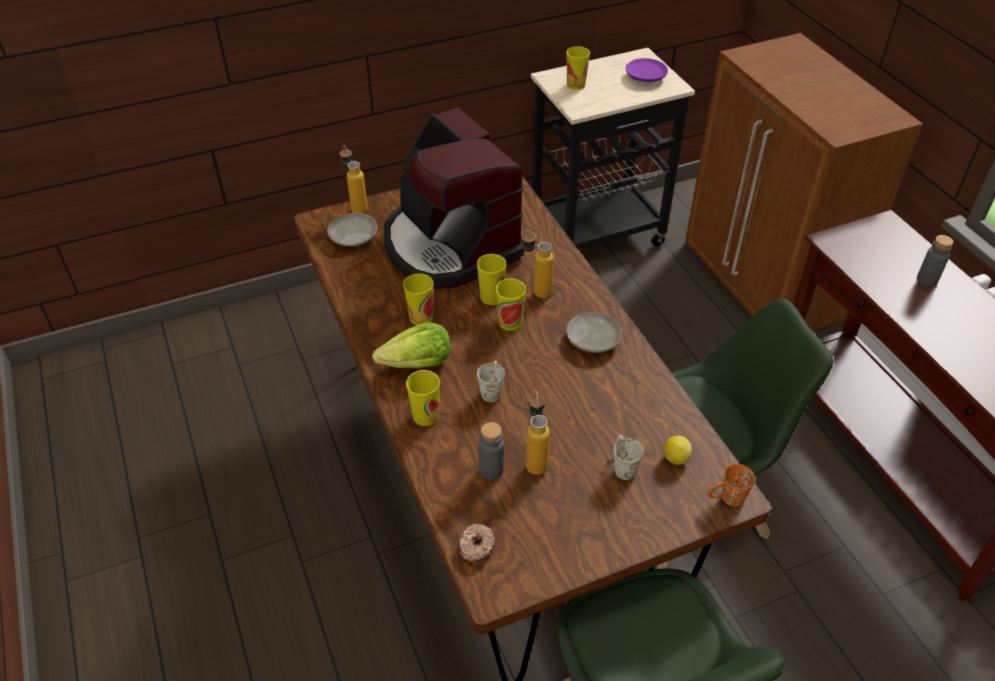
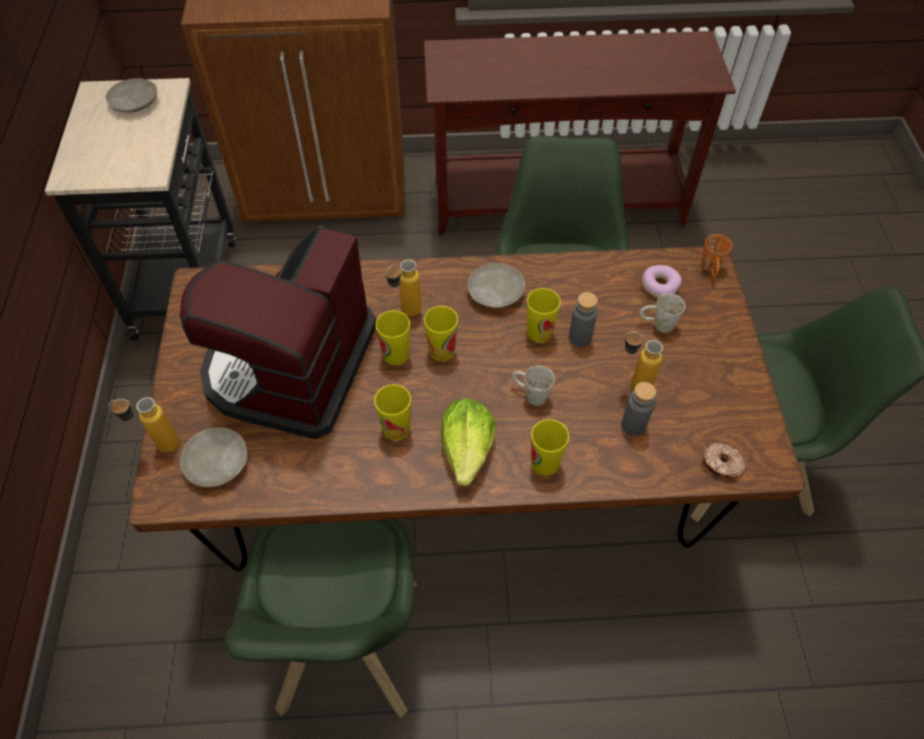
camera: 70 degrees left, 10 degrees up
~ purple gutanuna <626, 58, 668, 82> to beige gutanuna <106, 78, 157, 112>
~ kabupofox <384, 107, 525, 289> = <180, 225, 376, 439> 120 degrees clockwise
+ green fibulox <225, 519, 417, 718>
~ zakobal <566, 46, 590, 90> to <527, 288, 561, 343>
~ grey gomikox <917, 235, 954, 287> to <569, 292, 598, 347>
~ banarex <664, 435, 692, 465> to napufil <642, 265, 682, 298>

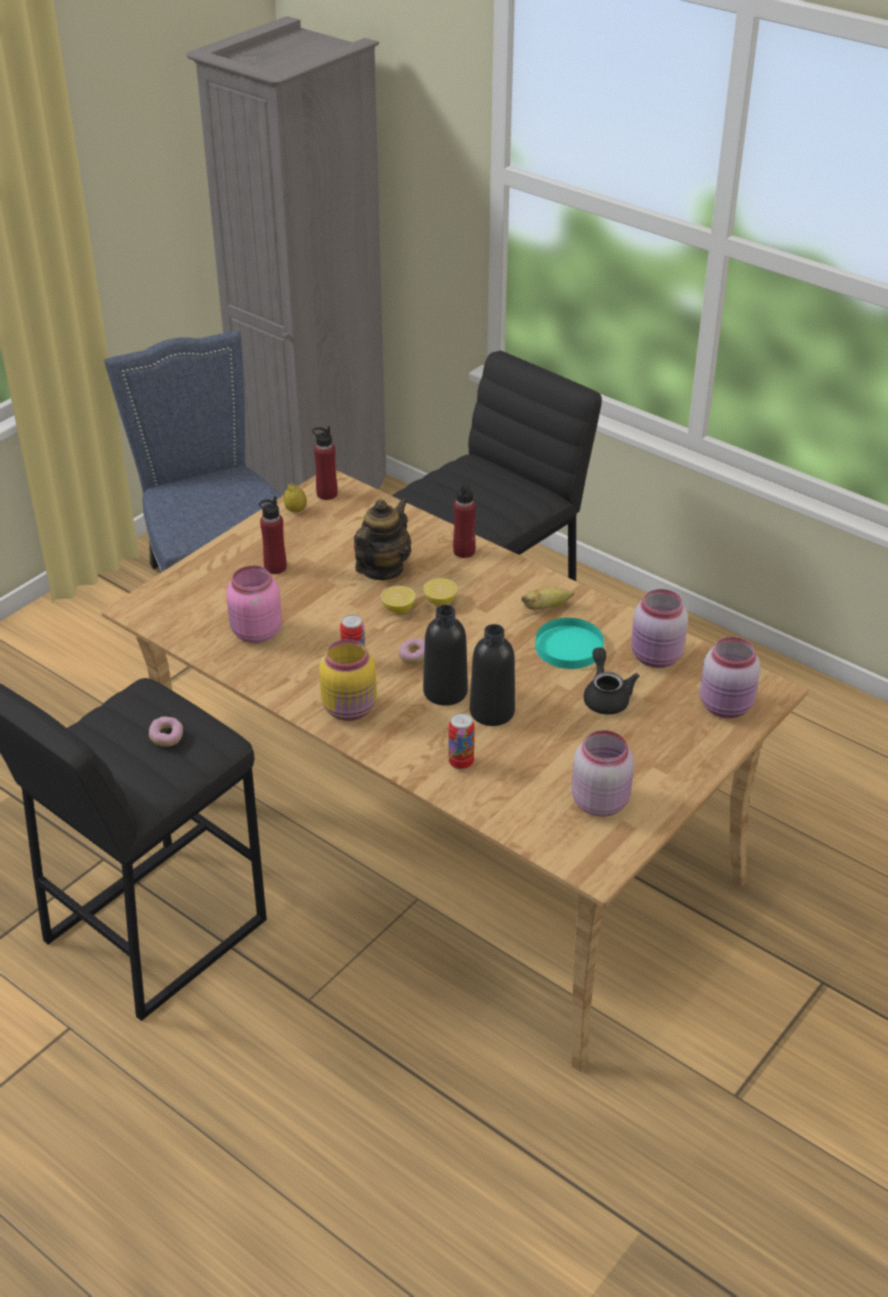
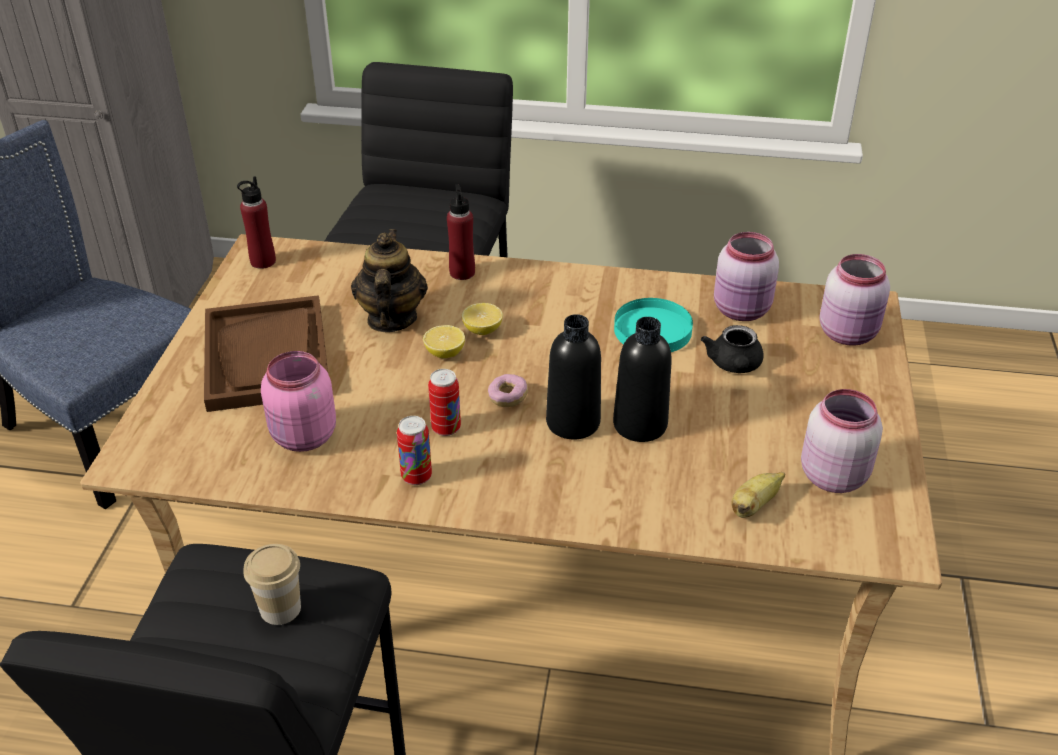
camera: 30 degrees left, 0 degrees up
~ red gomikox <259, 496, 287, 574> to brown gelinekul <204, 295, 328, 412>
~ napufil <149, 716, 183, 747> to zakobal <243, 544, 301, 625>
~ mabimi <449, 713, 475, 770> to <397, 416, 432, 485>
~ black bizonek <584, 648, 639, 715> = <701, 325, 764, 373> 135 degrees counterclockwise
~ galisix <521, 588, 574, 610> to <732, 472, 785, 518>
- banarex <284, 483, 307, 512>
- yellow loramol <319, 639, 377, 721>

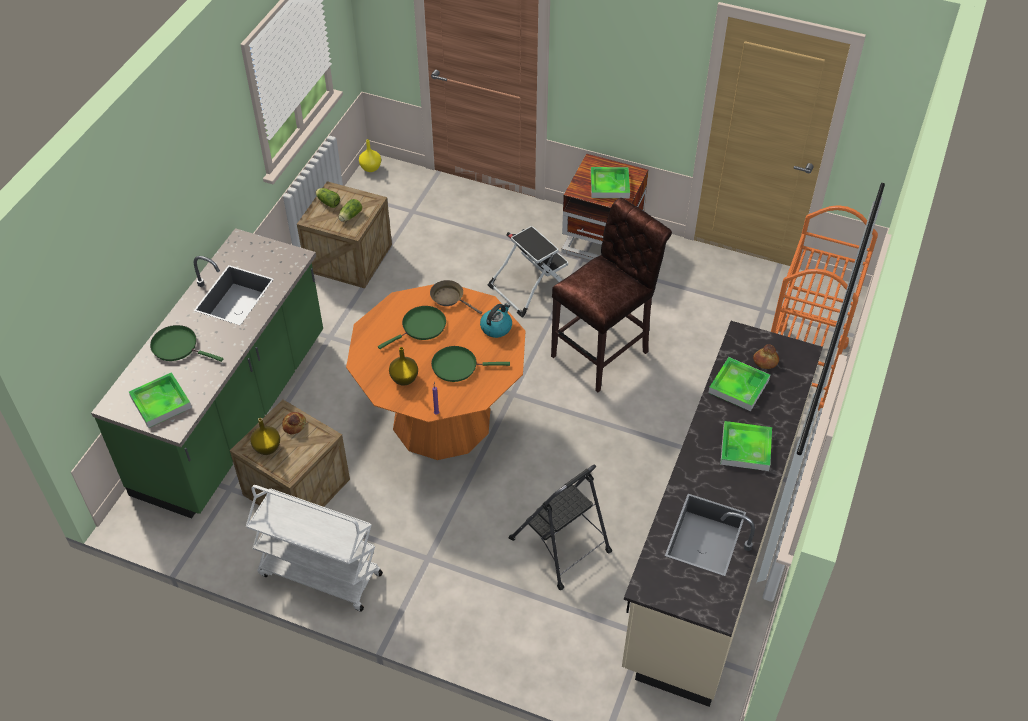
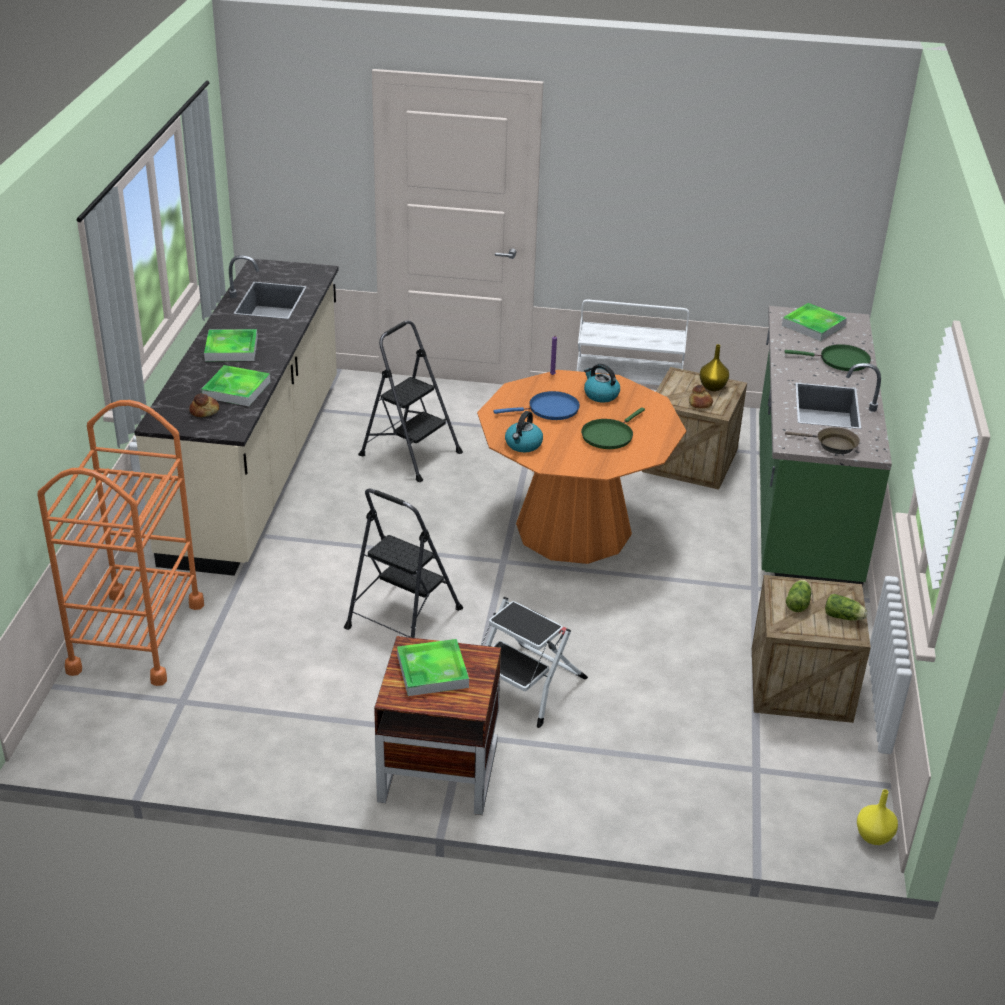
camera: 165 degrees right, 15 degrees down
~ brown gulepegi <551, 198, 672, 392> to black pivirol <344, 489, 463, 638>
~ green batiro <431, 346, 510, 382> to blue batiro <494, 391, 580, 420>
~ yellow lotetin <389, 347, 418, 386> to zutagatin <584, 364, 620, 403>
~ brown batiro <430, 280, 482, 314> to <785, 427, 860, 454>

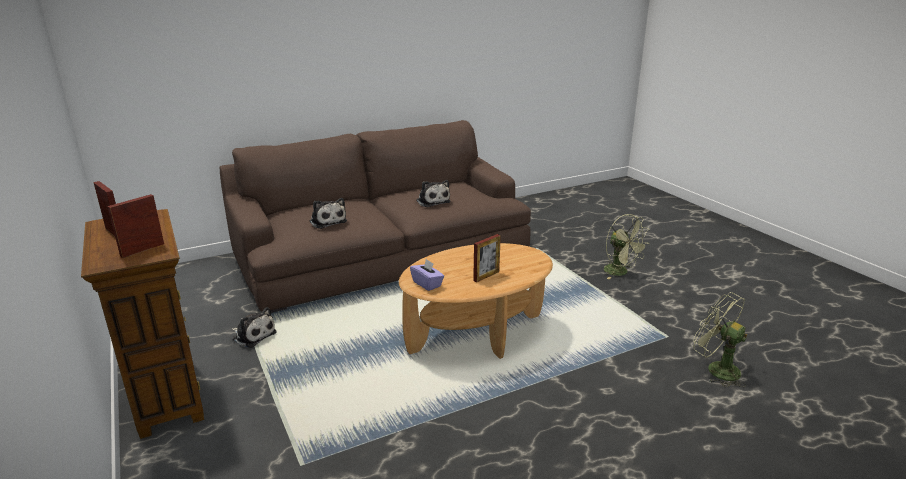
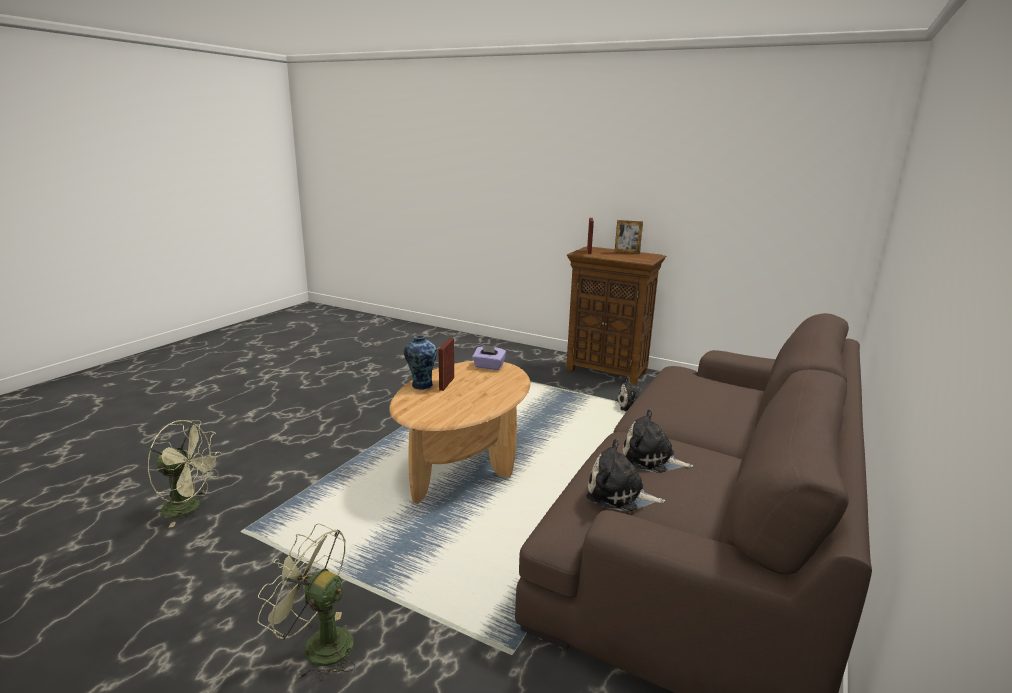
camera: 145 degrees right, 5 degrees down
+ lotetin <404, 335, 437, 390>
~ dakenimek <310, 198, 347, 229> to <586, 439, 665, 512>

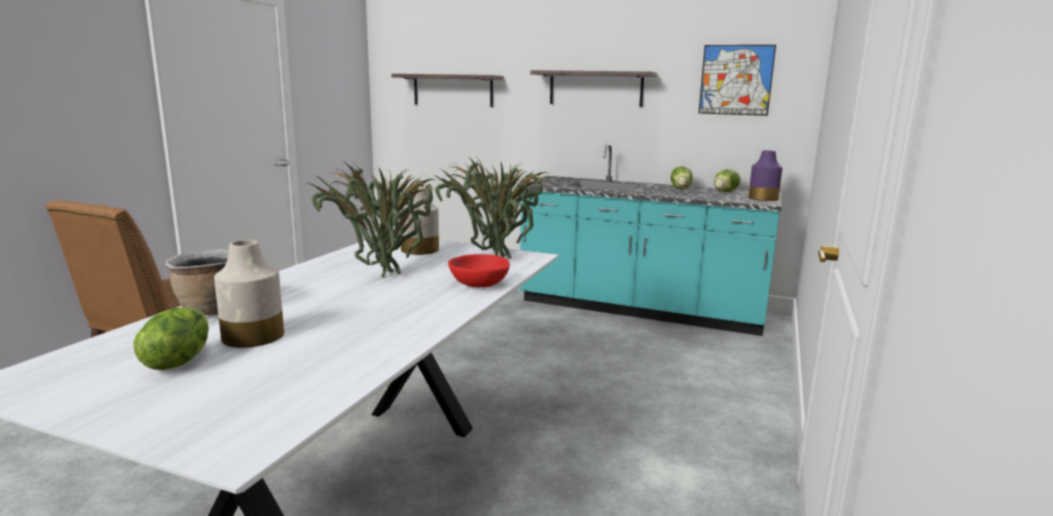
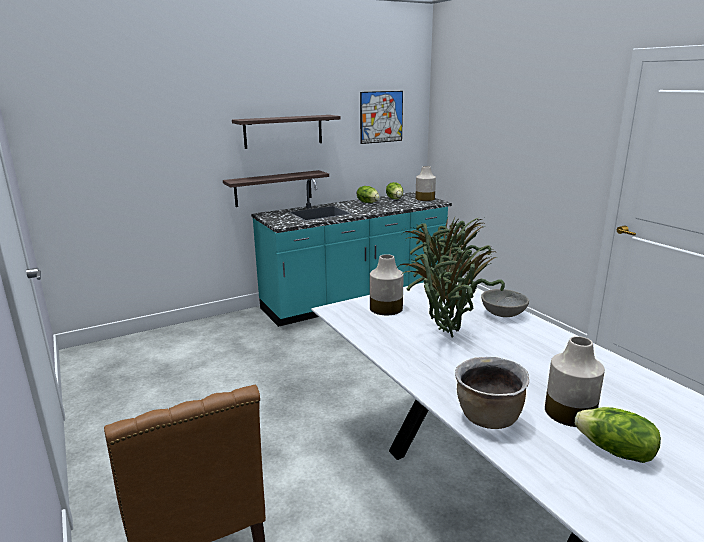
camera: 50 degrees left, 5 degrees up
~ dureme <391, 74, 503, 107> to <223, 170, 329, 207>
~ purple lotetin <748, 150, 782, 201> to beige lotetin <415, 166, 436, 201>
~ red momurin <448, 254, 510, 287> to grey momurin <481, 289, 529, 317>

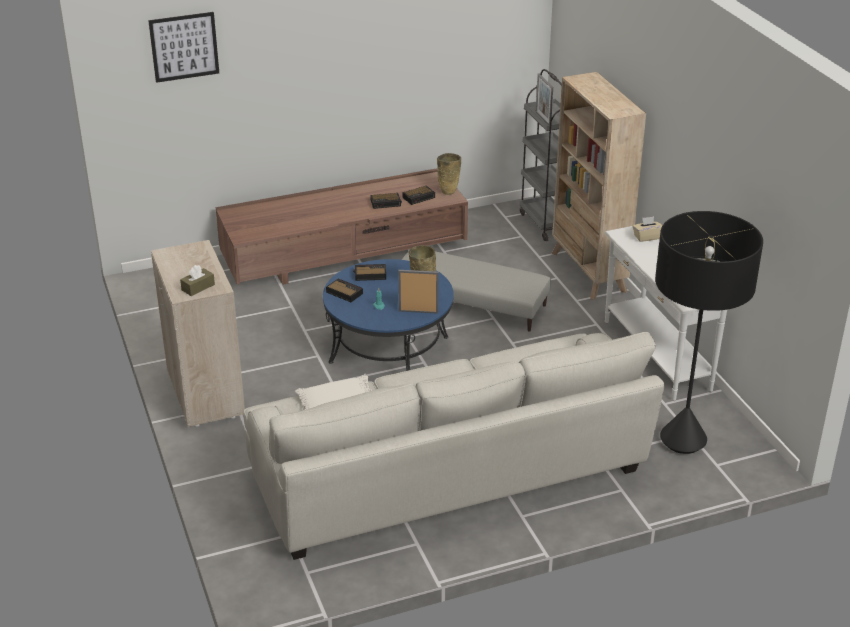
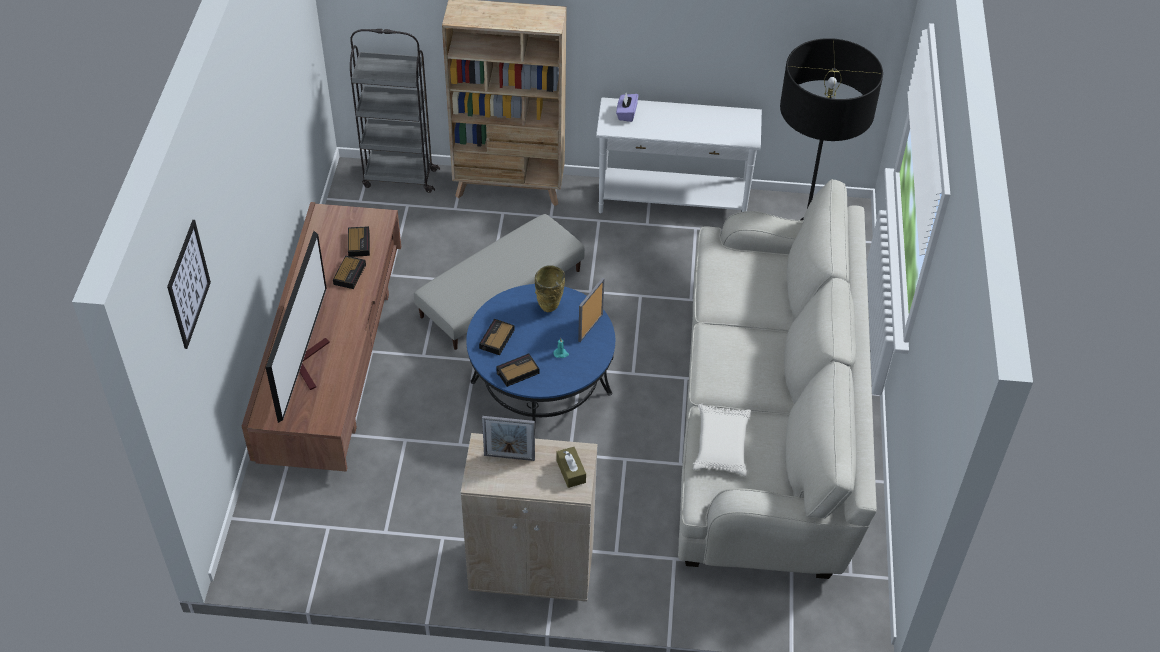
camera: 65 degrees left, 15 degrees up
+ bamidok <266, 231, 330, 423>
~ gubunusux <536, 73, 553, 125> to <482, 416, 535, 461>
~ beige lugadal <632, 216, 663, 242> to purple lugadal <616, 93, 638, 122>
- beige lotetin <437, 153, 461, 195>

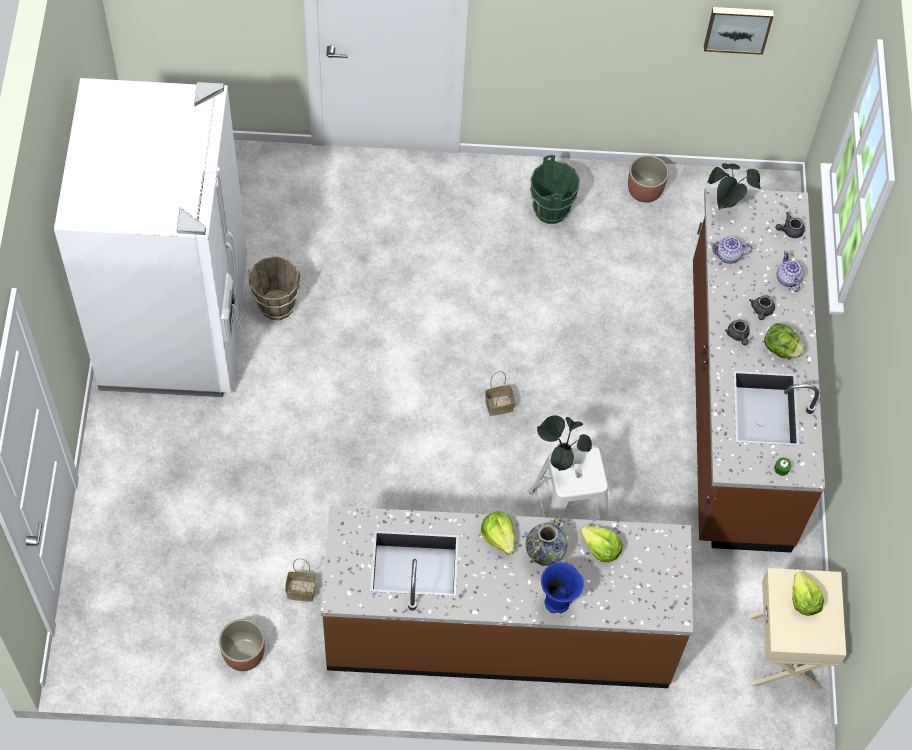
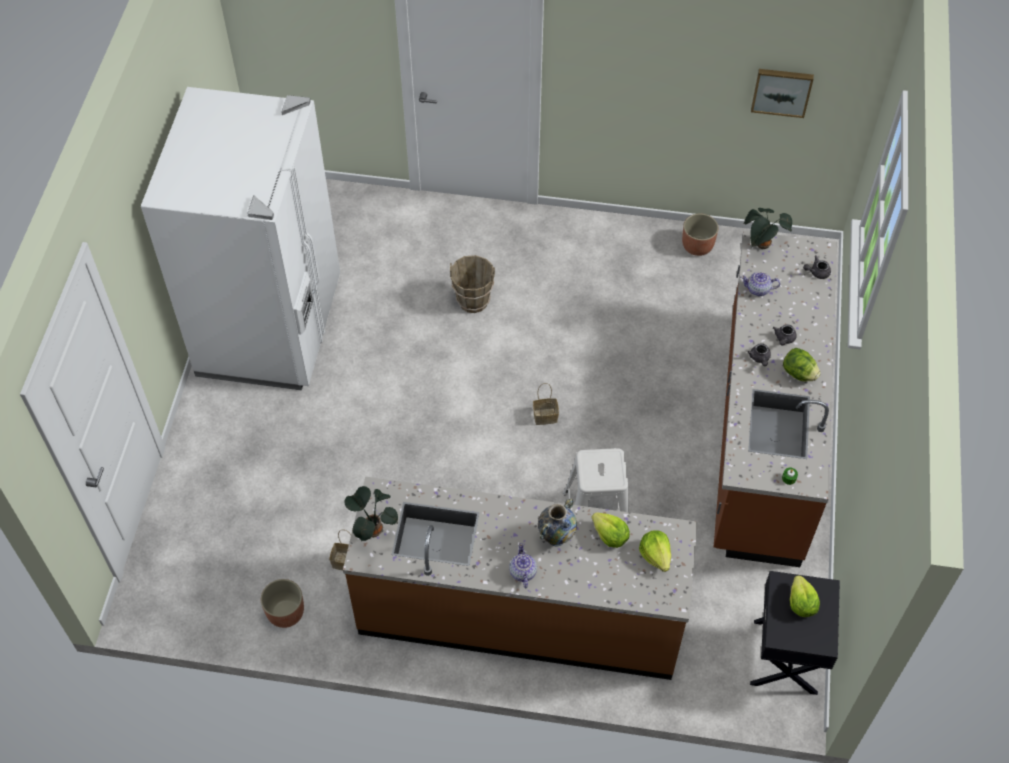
camera: 10 degrees right, 5 degrees down
~ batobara <537, 415, 592, 471> to <344, 486, 398, 542>
~ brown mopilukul <248, 256, 300, 320> to <450, 255, 495, 313>
~ bizonek <777, 250, 804, 292> to <509, 543, 537, 588>
~ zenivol <481, 511, 515, 555> to <639, 530, 671, 572>
~ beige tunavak <748, 568, 846, 690> to black tunavak <750, 571, 840, 695>
- green mopilukul <530, 155, 580, 224>
- blue lotetin <541, 562, 584, 613>

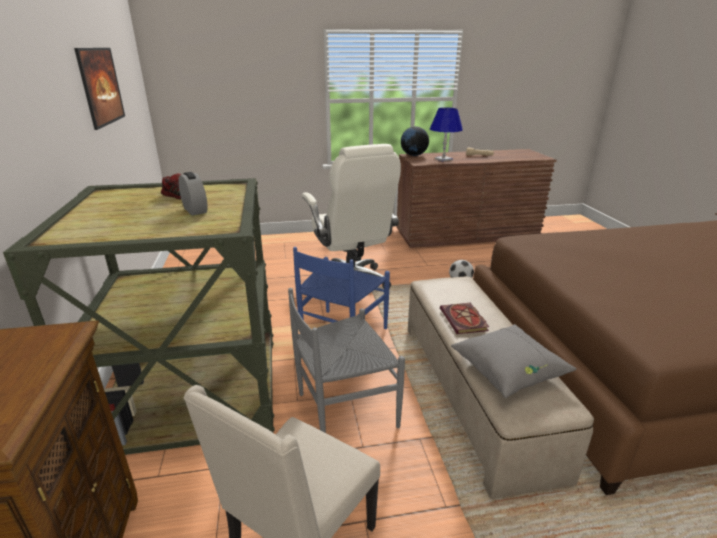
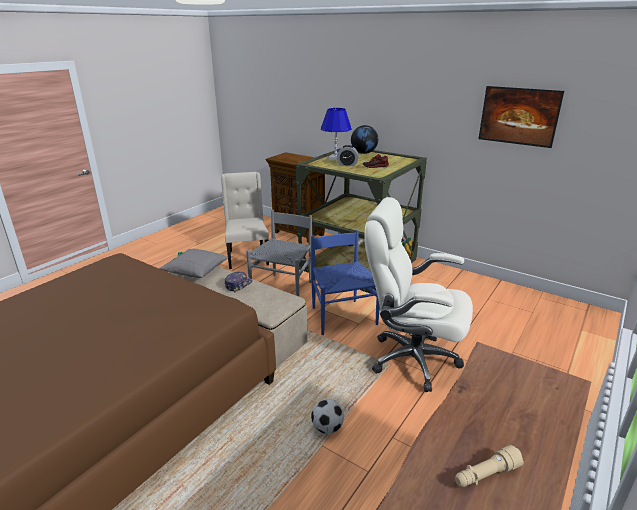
camera: 135 degrees right, 0 degrees up
~ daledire <440, 303, 489, 334> to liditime <225, 272, 253, 292>
~ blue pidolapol <430, 107, 463, 162> to <321, 108, 352, 160>
~ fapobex <401, 126, 429, 156> to <351, 125, 378, 154>

